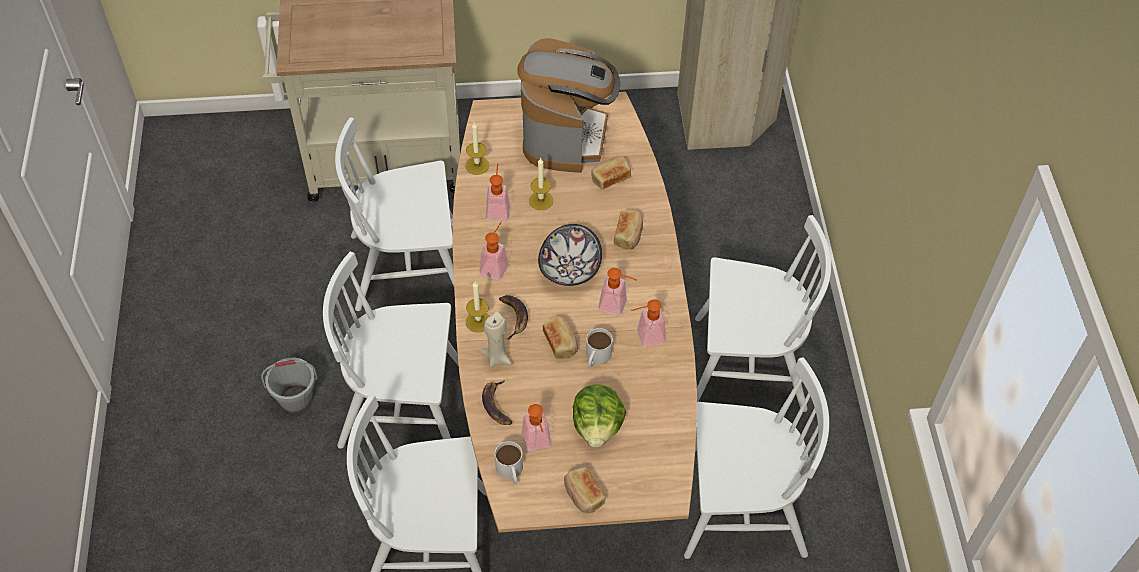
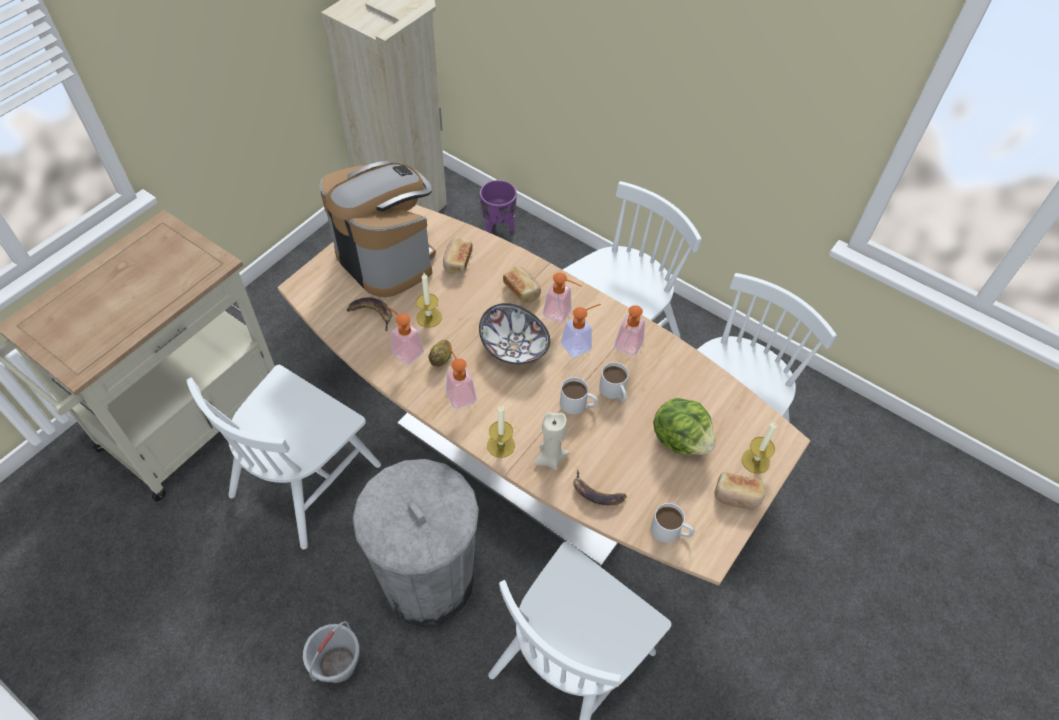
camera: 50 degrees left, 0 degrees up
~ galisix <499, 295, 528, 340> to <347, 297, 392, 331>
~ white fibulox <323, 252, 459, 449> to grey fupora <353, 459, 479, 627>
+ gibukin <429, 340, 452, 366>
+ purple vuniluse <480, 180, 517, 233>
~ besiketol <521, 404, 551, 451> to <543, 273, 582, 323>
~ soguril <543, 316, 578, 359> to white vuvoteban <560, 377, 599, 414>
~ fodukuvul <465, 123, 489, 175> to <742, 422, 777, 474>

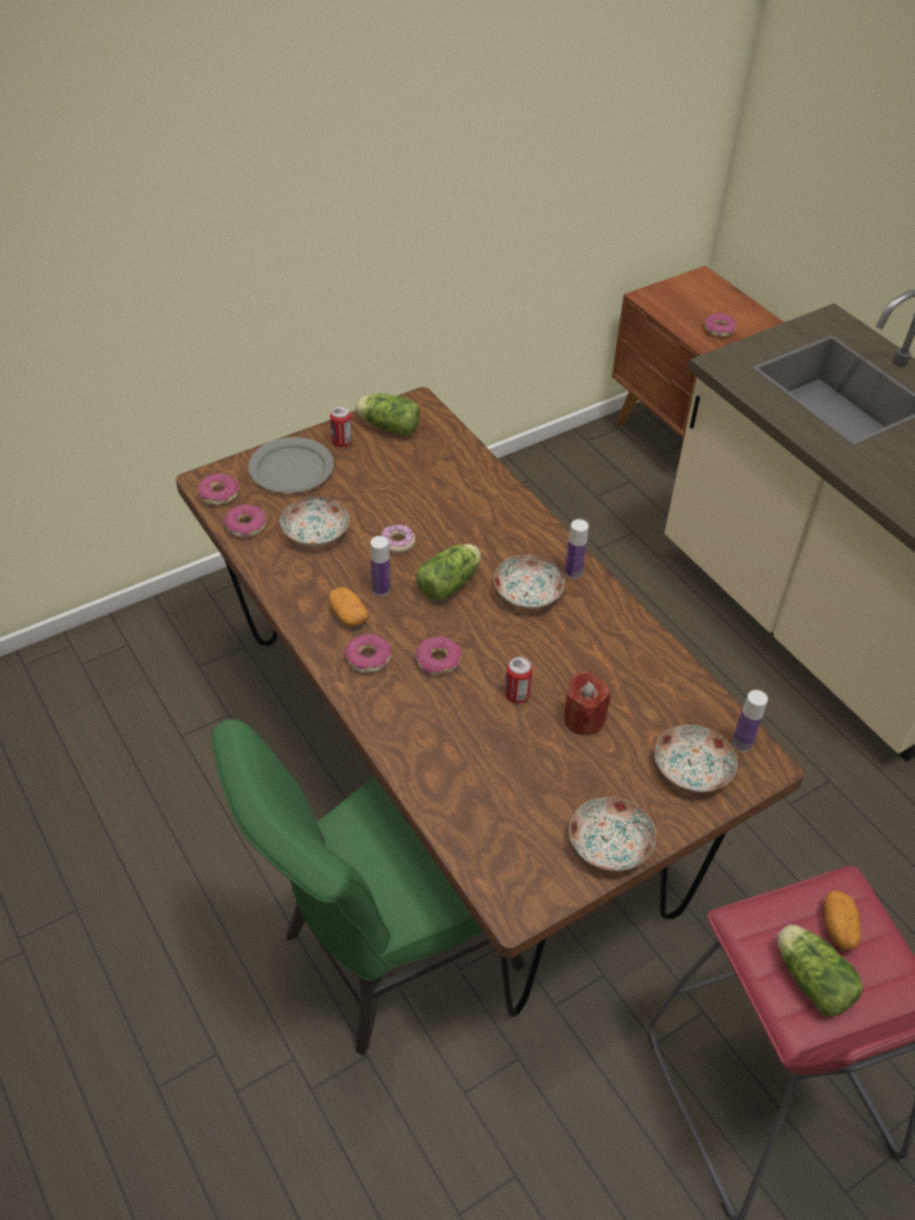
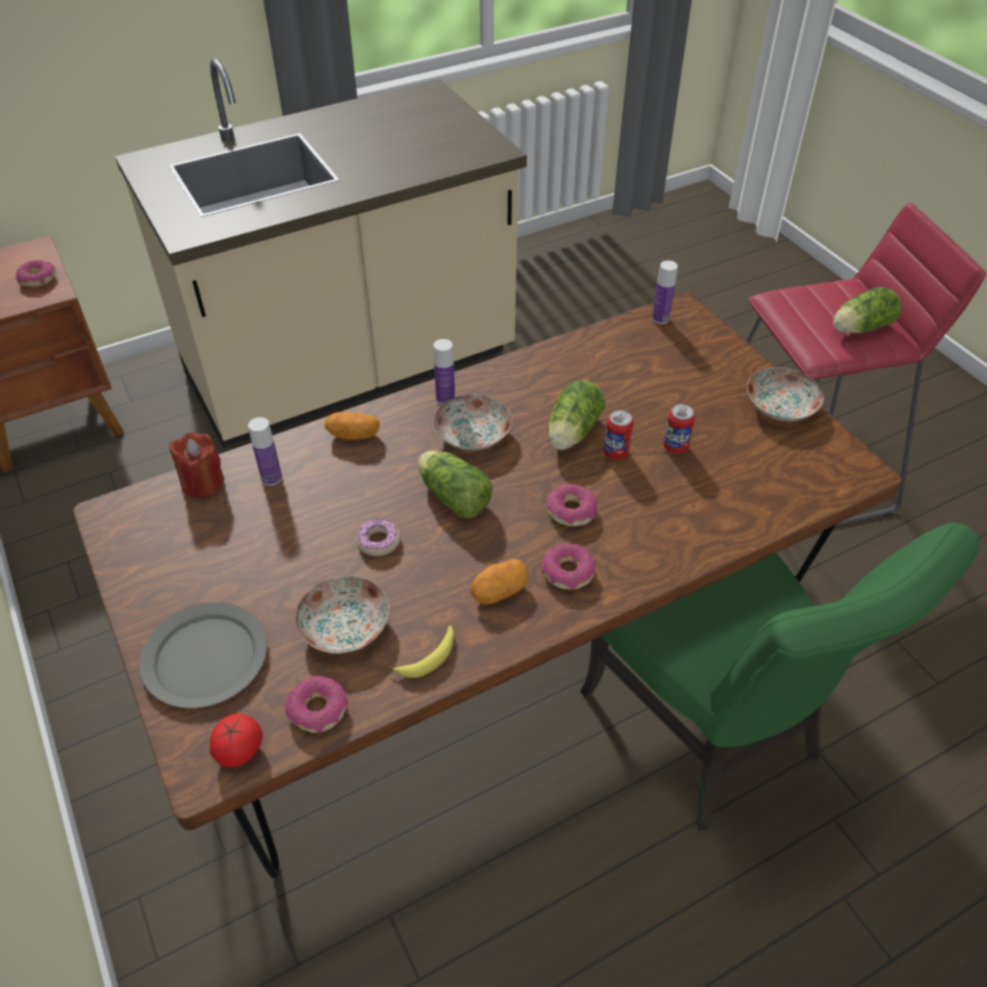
camera: 85 degrees left, 0 degrees up
~ red fodukuvul <564, 670, 611, 736> to <169, 432, 224, 498>
~ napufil <198, 473, 239, 505> to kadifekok <210, 713, 263, 767>
~ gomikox <370, 536, 390, 596> to <248, 417, 282, 486>
~ gibukin <824, 891, 860, 950> to <325, 412, 380, 440>
+ galisix <389, 626, 454, 678>
~ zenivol <355, 394, 420, 436> to <548, 380, 606, 450>
~ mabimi <330, 406, 352, 447> to <663, 404, 695, 454>
- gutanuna <655, 725, 737, 792>

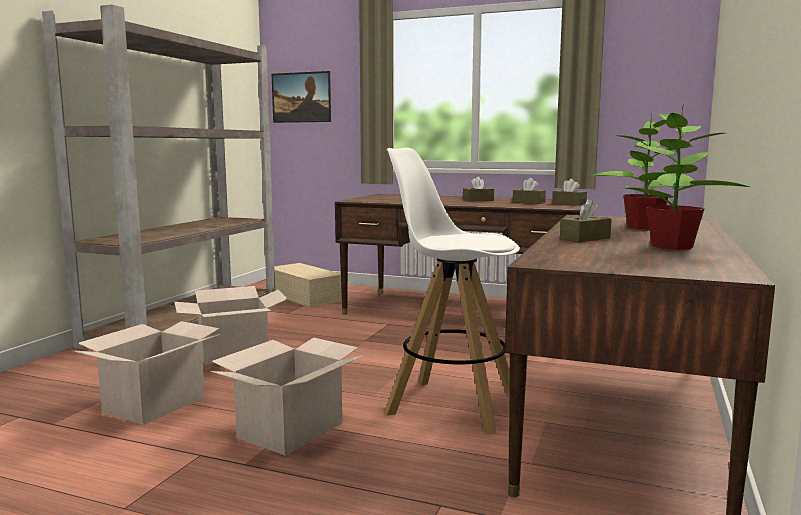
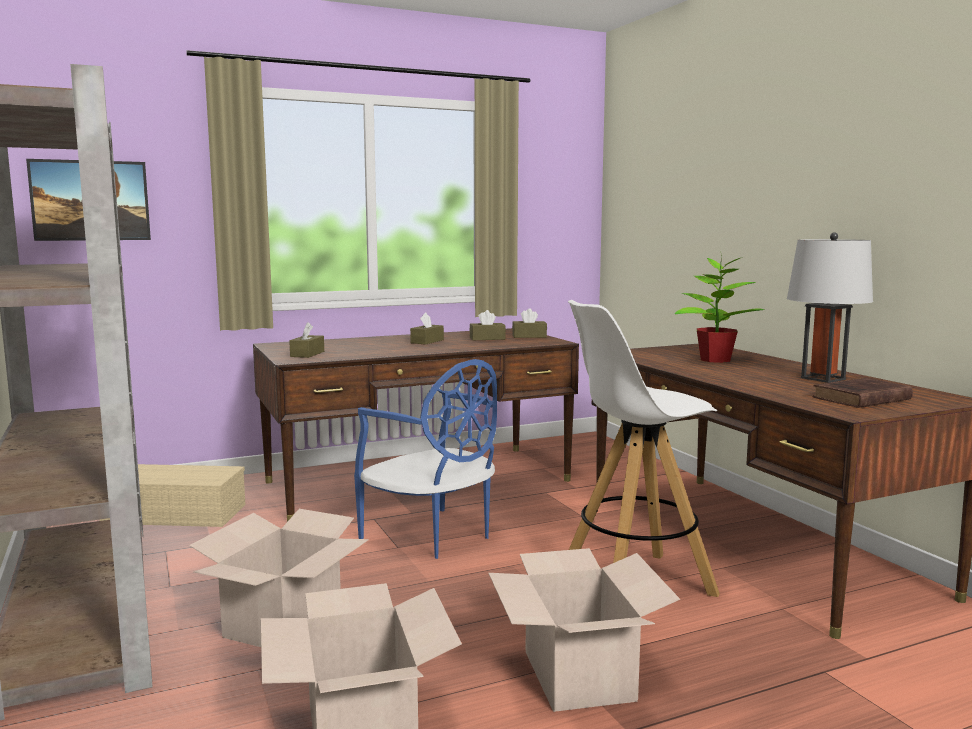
camera: 45 degrees left, 0 degrees up
~ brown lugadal <560, 199, 612, 242> to <289, 322, 324, 358>
+ blue fibulox <354, 359, 497, 559>
~ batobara <622, 107, 749, 250> to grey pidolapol <787, 232, 873, 383>
+ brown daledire <813, 378, 913, 408>

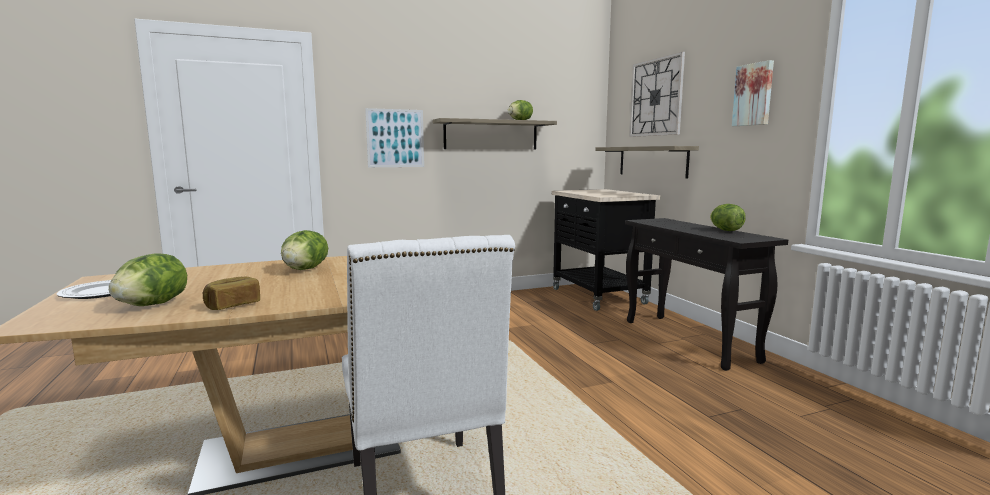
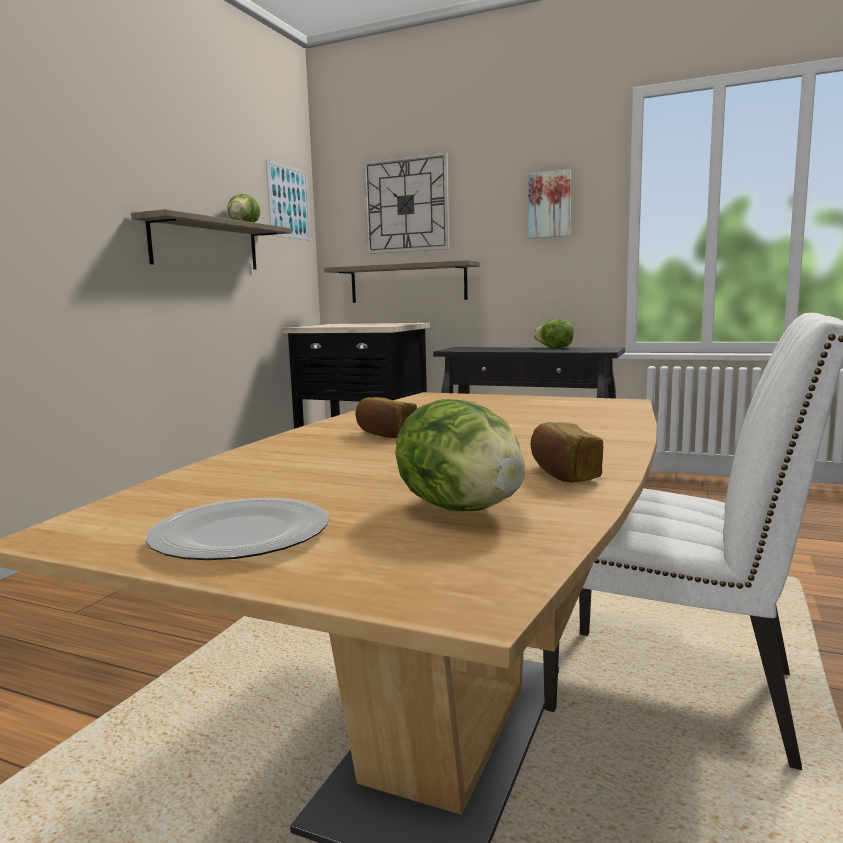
camera: 45 degrees left, 0 degrees up
~ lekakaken <365, 108, 424, 167> to <266, 160, 311, 240>
~ zenivol <281, 230, 328, 270> to soguril <356, 397, 417, 438>

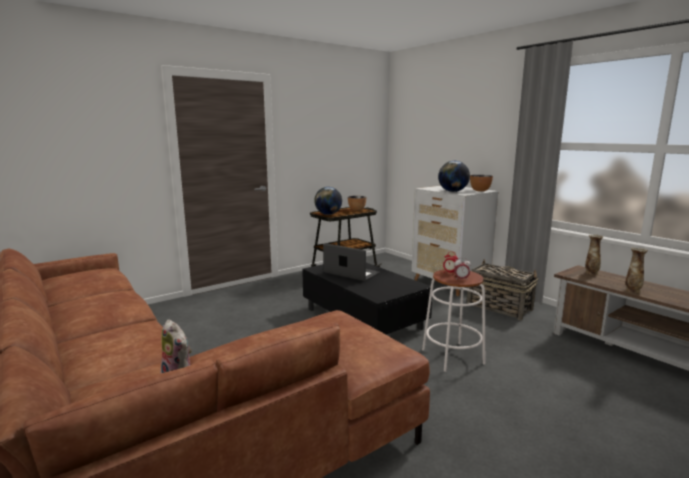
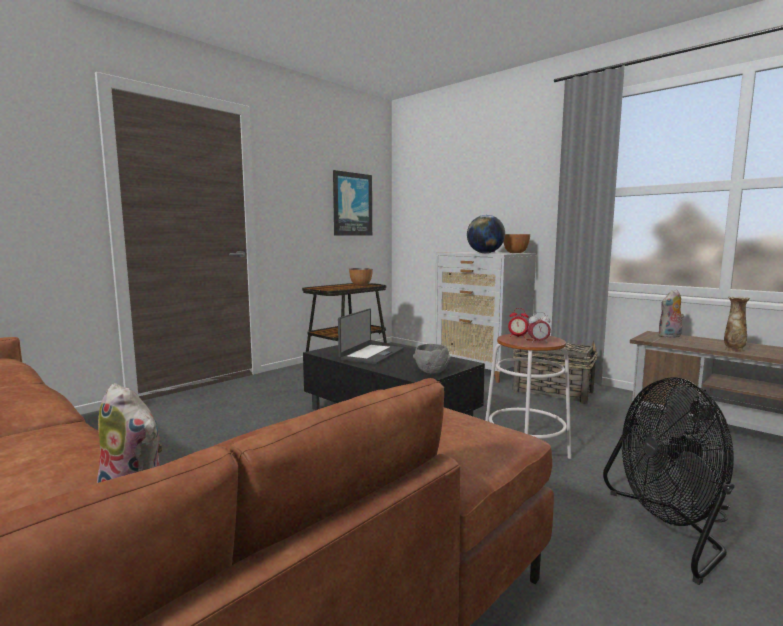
camera: 10 degrees left, 5 degrees down
+ lekakaken <333, 170, 372, 236>
~ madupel <323, 243, 380, 281> = <338, 309, 404, 364> 90 degrees clockwise
+ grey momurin <413, 344, 451, 374>
+ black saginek <603, 377, 735, 585>
~ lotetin <585, 234, 604, 275> to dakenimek <658, 289, 684, 338>
- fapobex <314, 187, 342, 215>

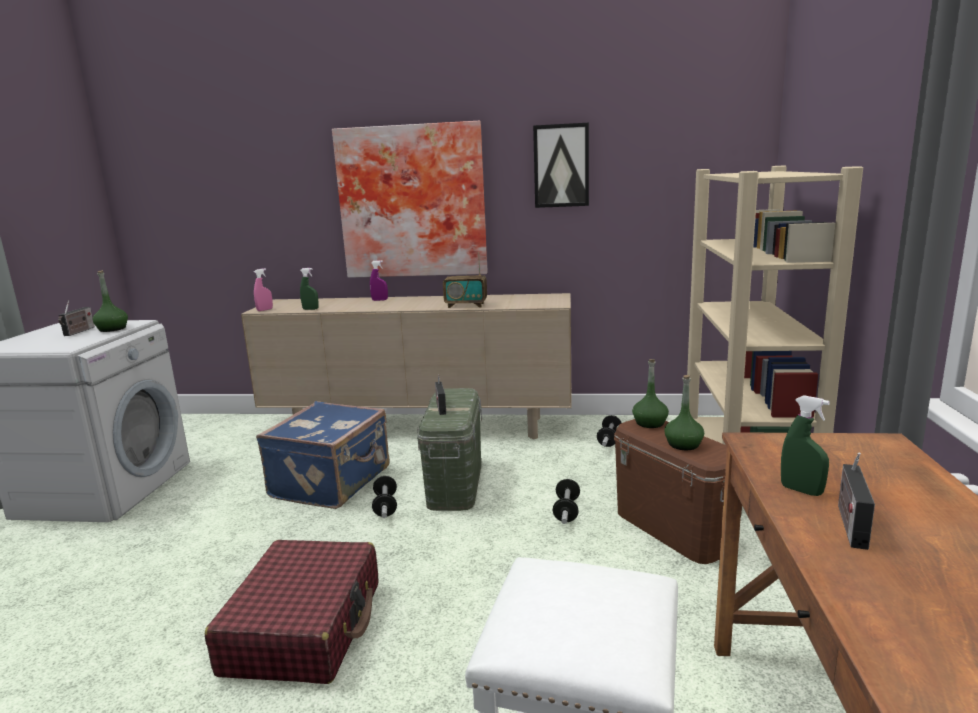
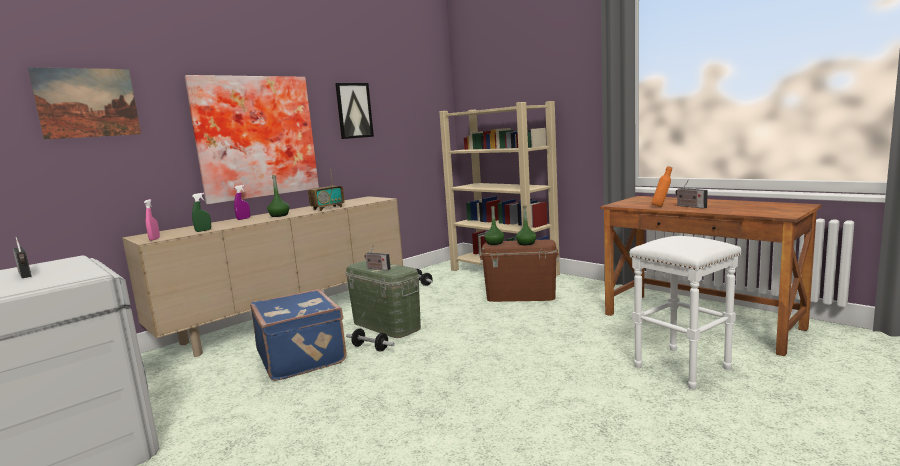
camera: 50 degrees left, 5 degrees down
+ lekakaken <28, 67, 141, 139>
~ green gomikox <93, 270, 128, 332> to <267, 175, 290, 217>
~ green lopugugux <781, 395, 830, 496> to orange gomikox <652, 166, 672, 207>
- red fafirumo <205, 540, 378, 684>
- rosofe <553, 479, 580, 524>

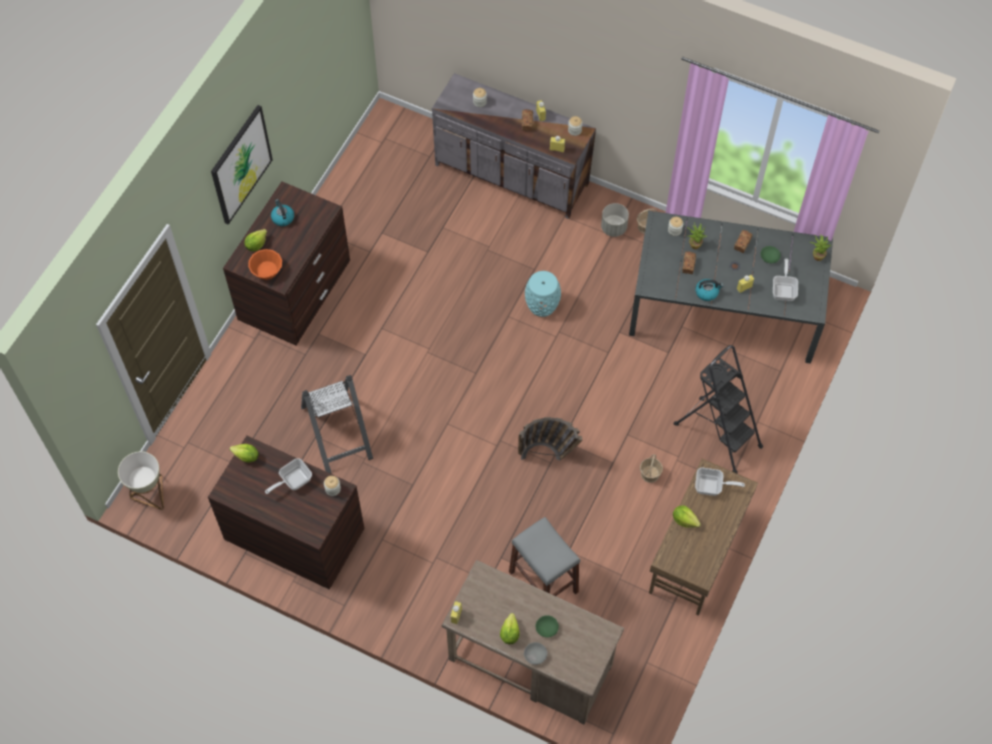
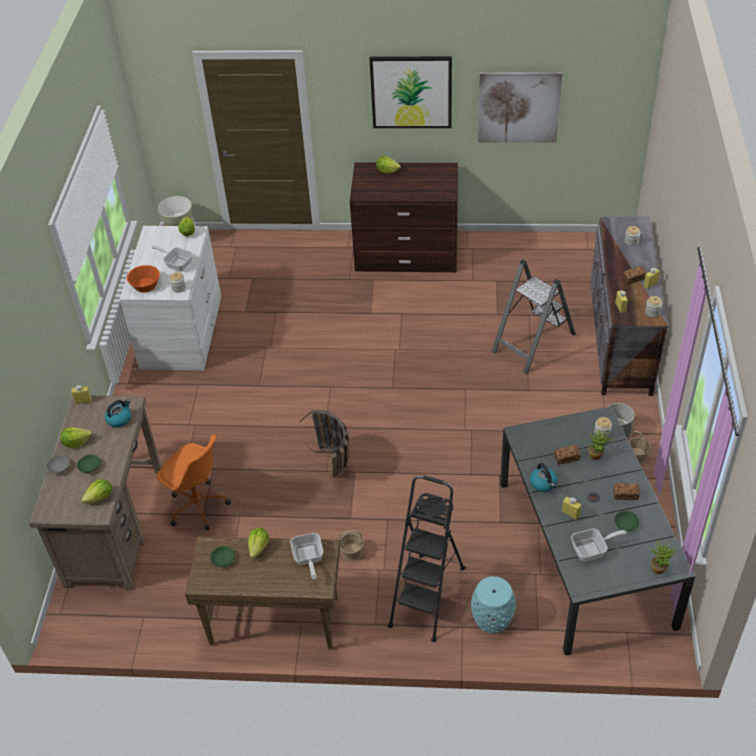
camera: 70 degrees right, 15 degrees down
+ zenivol <81, 479, 112, 503>
~ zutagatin <271, 199, 294, 226> to <105, 400, 131, 427>
~ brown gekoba <208, 436, 365, 590> to white gekoba <119, 226, 221, 370>
~ orange momurin <248, 249, 282, 280> to <127, 265, 160, 292>
~ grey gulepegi <509, 517, 580, 596> to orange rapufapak <157, 434, 231, 531>
+ green momurin <210, 546, 235, 567>
~ turquoise gulepegi <525, 271, 561, 317> to <471, 576, 516, 634>
+ lekakaken <478, 72, 562, 143>
~ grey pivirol <301, 375, 373, 474> to <491, 260, 576, 374>

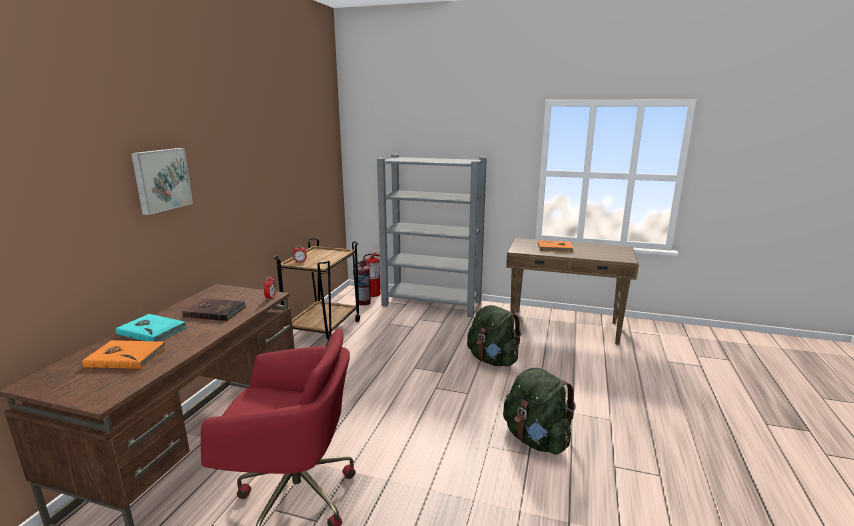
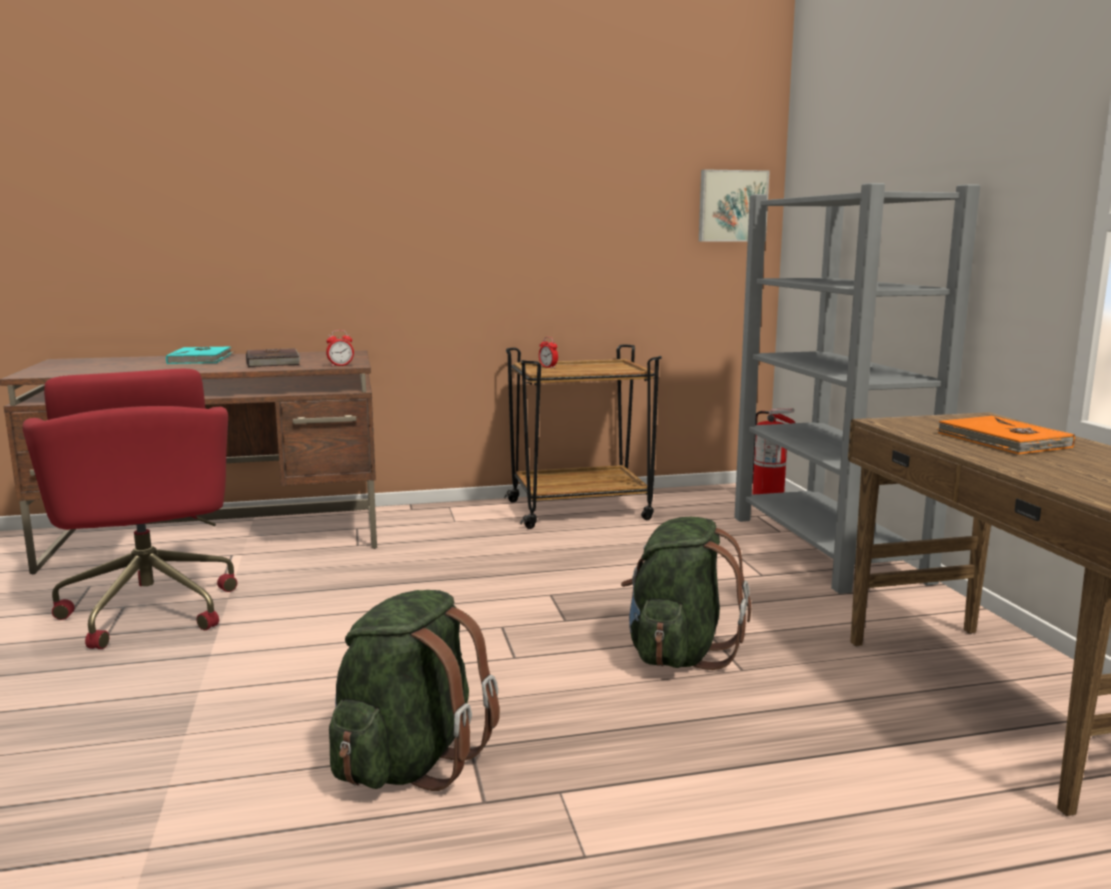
camera: 60 degrees right, 5 degrees down
~ lekakaken <131, 148, 193, 215> to <699, 169, 770, 242>
- orange daledire <82, 340, 166, 369>
- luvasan <353, 259, 372, 306>

